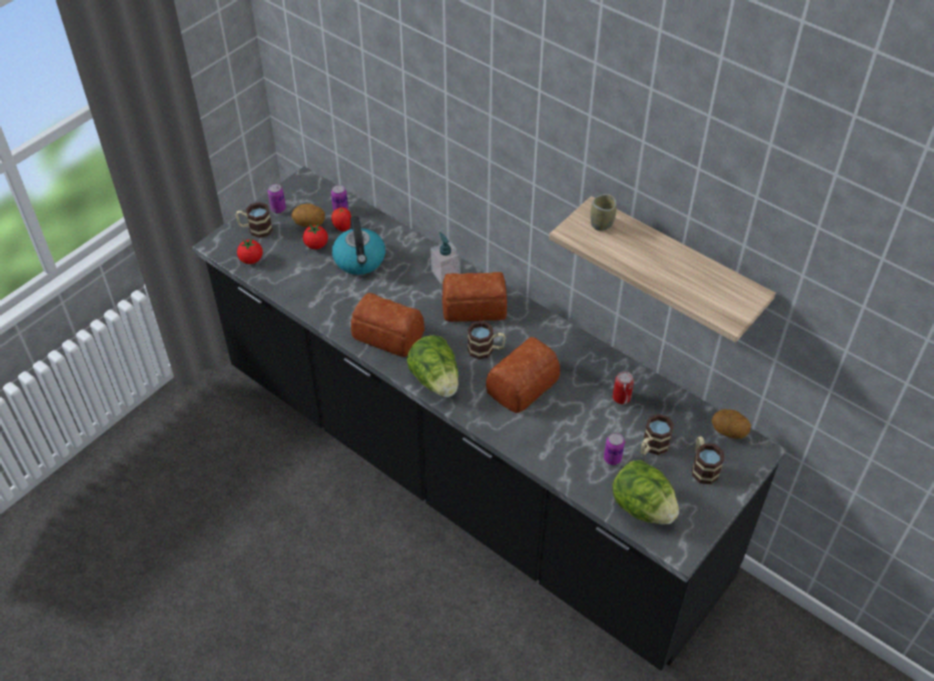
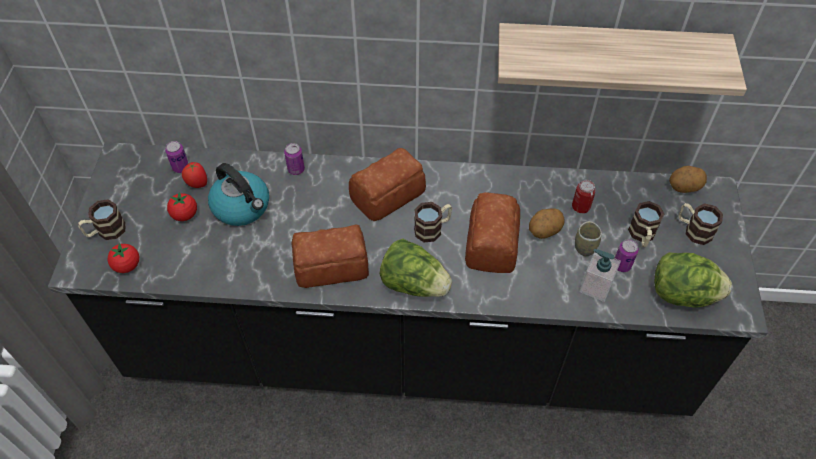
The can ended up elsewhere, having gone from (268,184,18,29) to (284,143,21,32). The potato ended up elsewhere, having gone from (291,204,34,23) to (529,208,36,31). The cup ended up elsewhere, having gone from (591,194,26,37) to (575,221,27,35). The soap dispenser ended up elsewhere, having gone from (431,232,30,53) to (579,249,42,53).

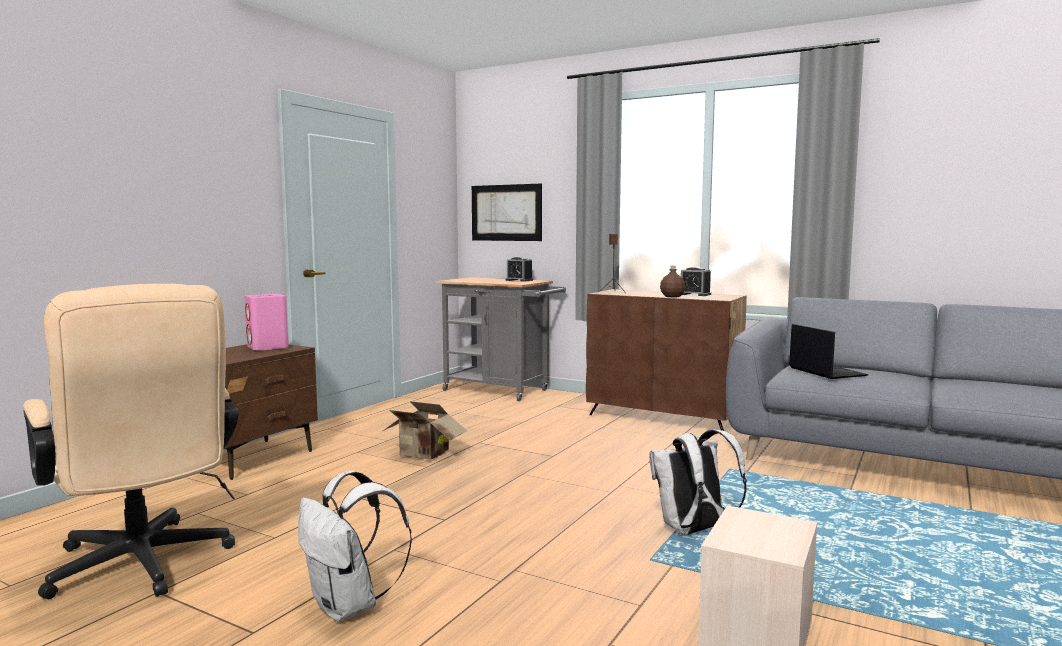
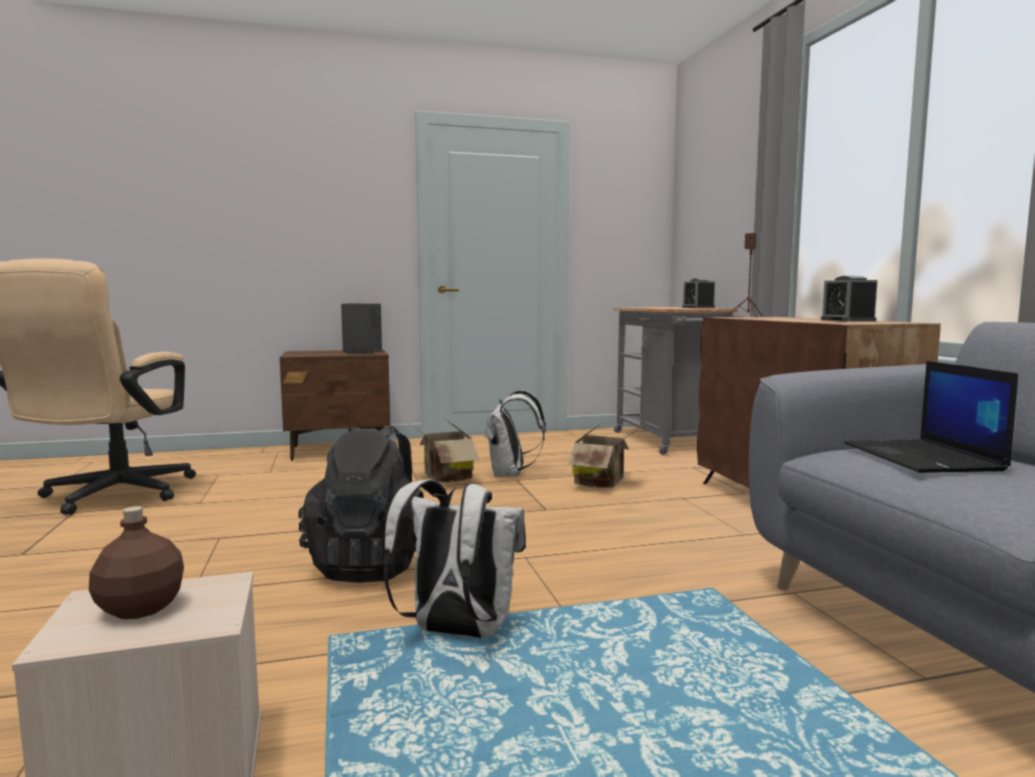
The bottle in brown ended up elsewhere, having gone from (660,266,25,31) to (89,506,95,113). The second view gained the backpack in black at (298,425,126,158). What was the speaker in pink at (245,294,44,57) turned into the speaker in grey at (341,303,41,50). The backpack in white ended up elsewhere, having gone from (298,470,114,151) to (484,390,62,87). The second view gained the cardboard box at (567,423,76,65). The laptop at (789,324,79,55) ended up facing another way, 150 degrees clockwise from before. The second view lost the picture at (472,184,70,57).

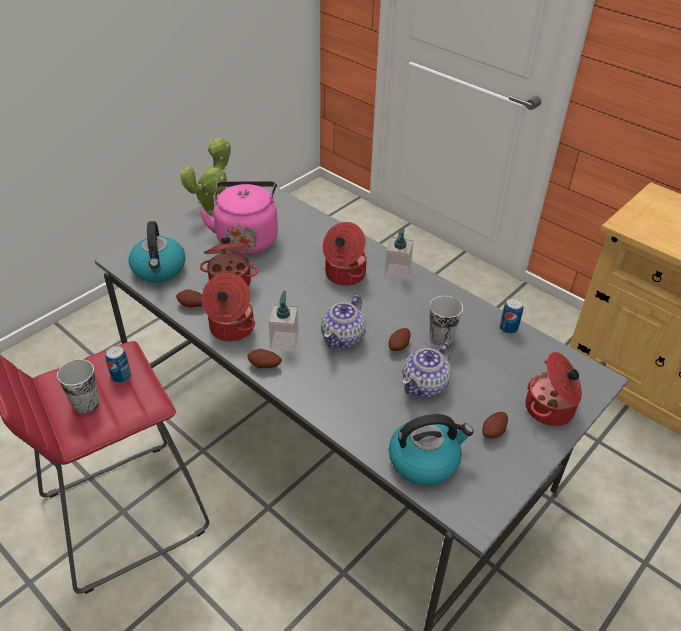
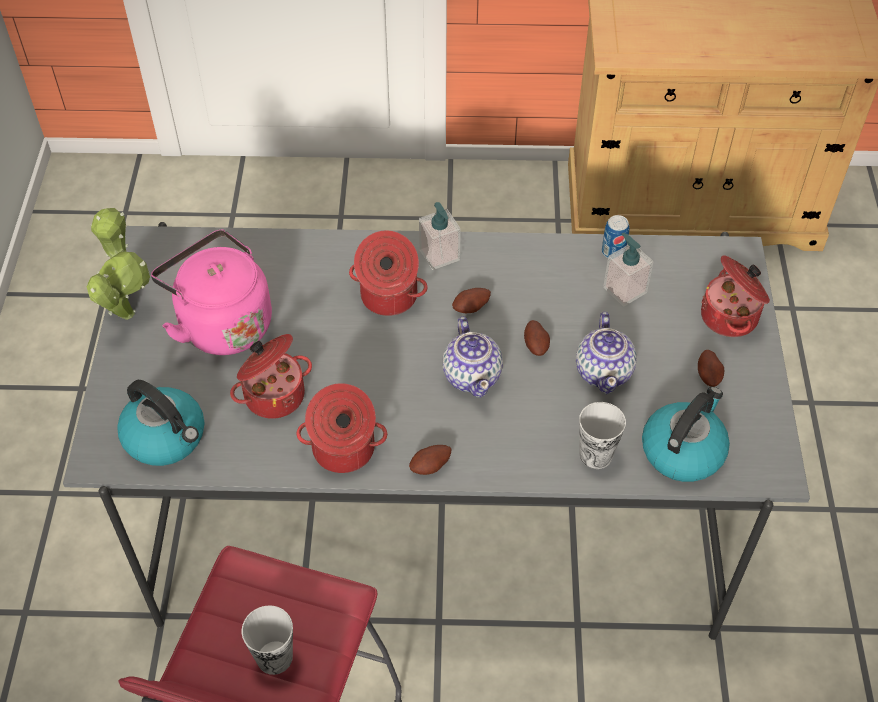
The potato ended up elsewhere, having gone from (176,289,27,18) to (452,288,39,25). The cup ended up elsewhere, having gone from (430,296,33,51) to (579,402,47,67). The soap dispenser ended up elsewhere, having gone from (268,291,31,60) to (603,232,51,75). The second view lost the can at (105,346,26,37).

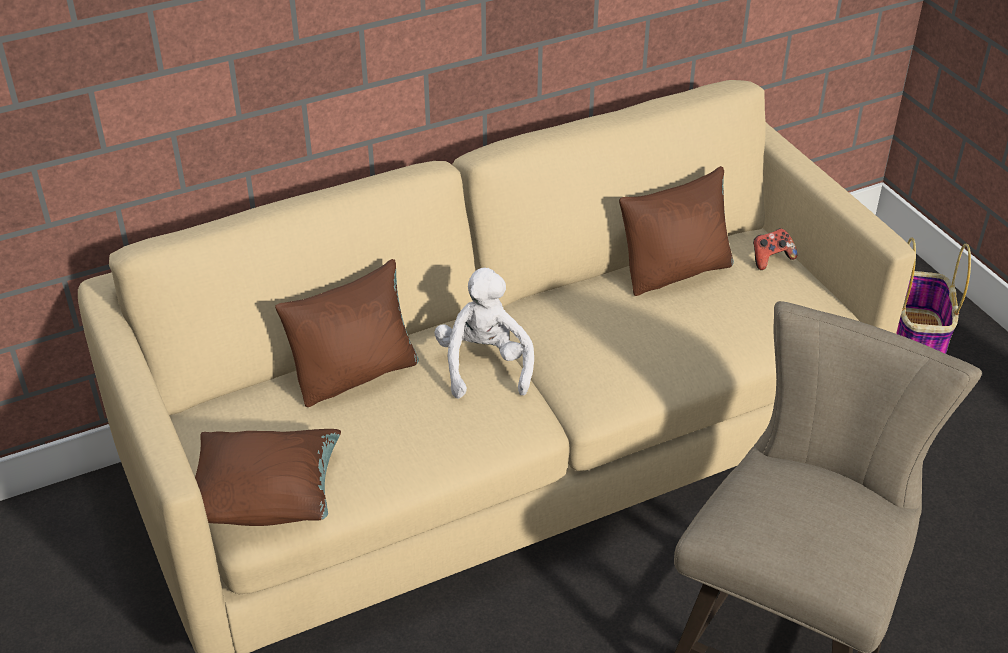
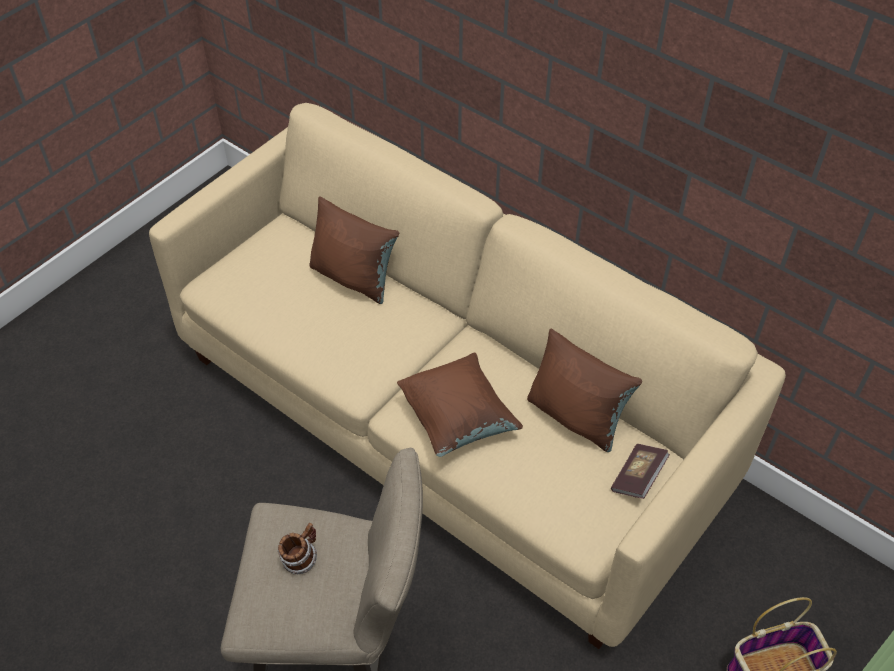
The second view gained the mug at (278,523,39,51). The pillow in brown ended up elsewhere, having gone from (195,429,146,97) to (397,353,126,104). Where the game controller stood at (753,228,45,42), the book came to stand at (611,444,59,55). The second view lost the plush toy in white at (434,268,100,131).

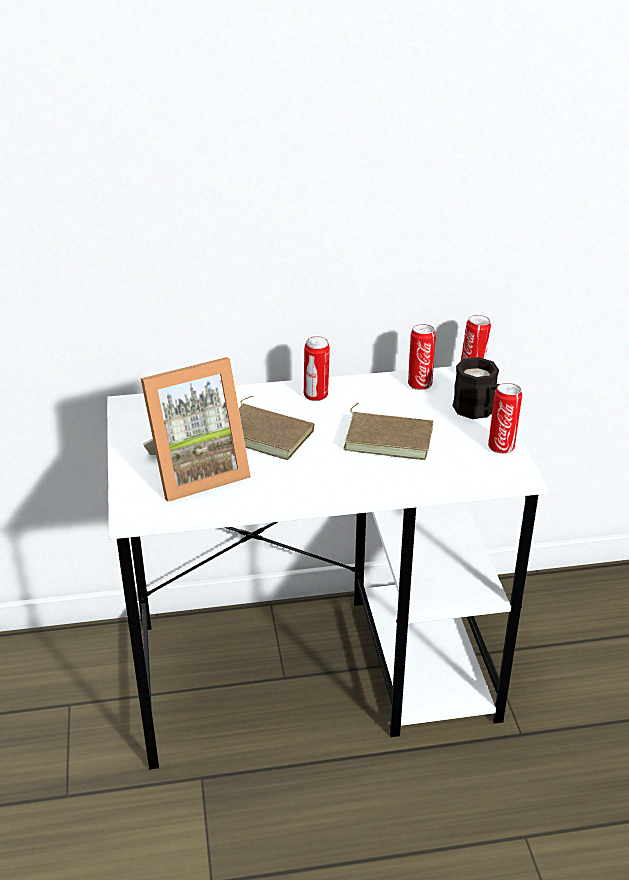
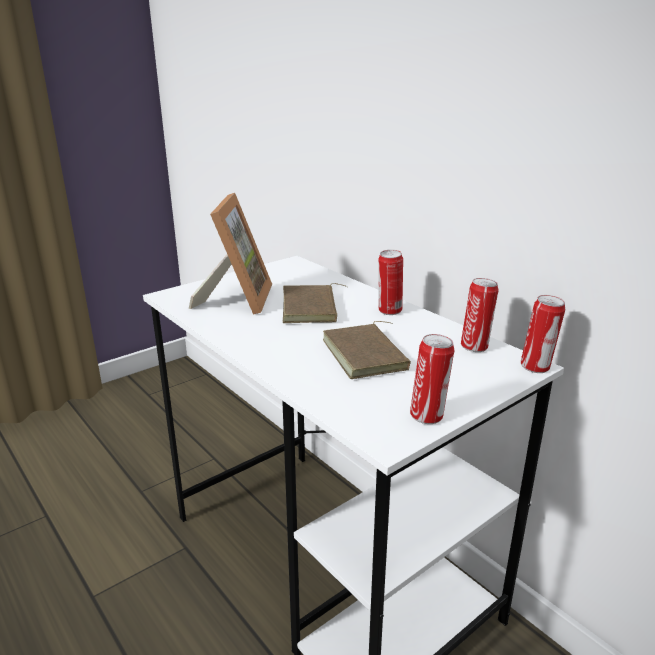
The picture frame at (141,357,110,145) ended up facing another way, 120 degrees counterclockwise from before. The second view lost the mug in black at (452,357,47,62).

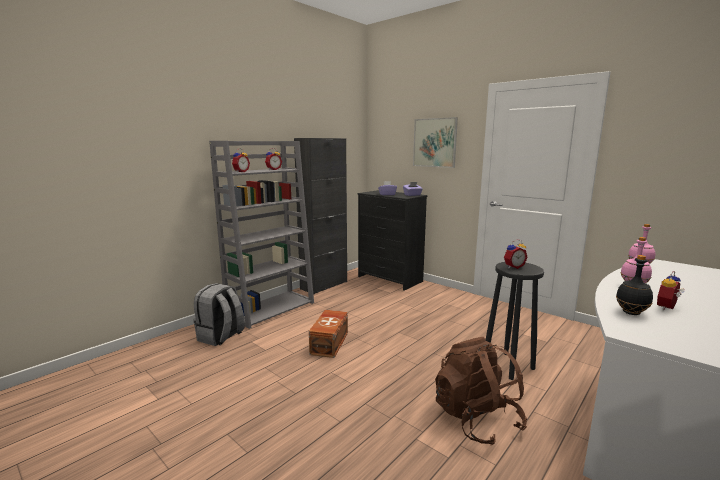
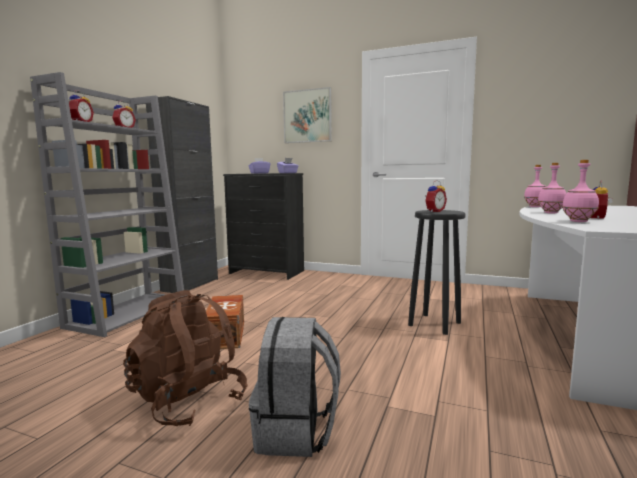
The backpack in brown ended up elsewhere, having gone from (435,337,92,109) to (123,290,124,136). The backpack in grey ended up elsewhere, having gone from (193,283,52,63) to (249,317,92,140). What was the bottle in black at (616,255,37,60) turned into the bottle in pink at (562,160,37,62).

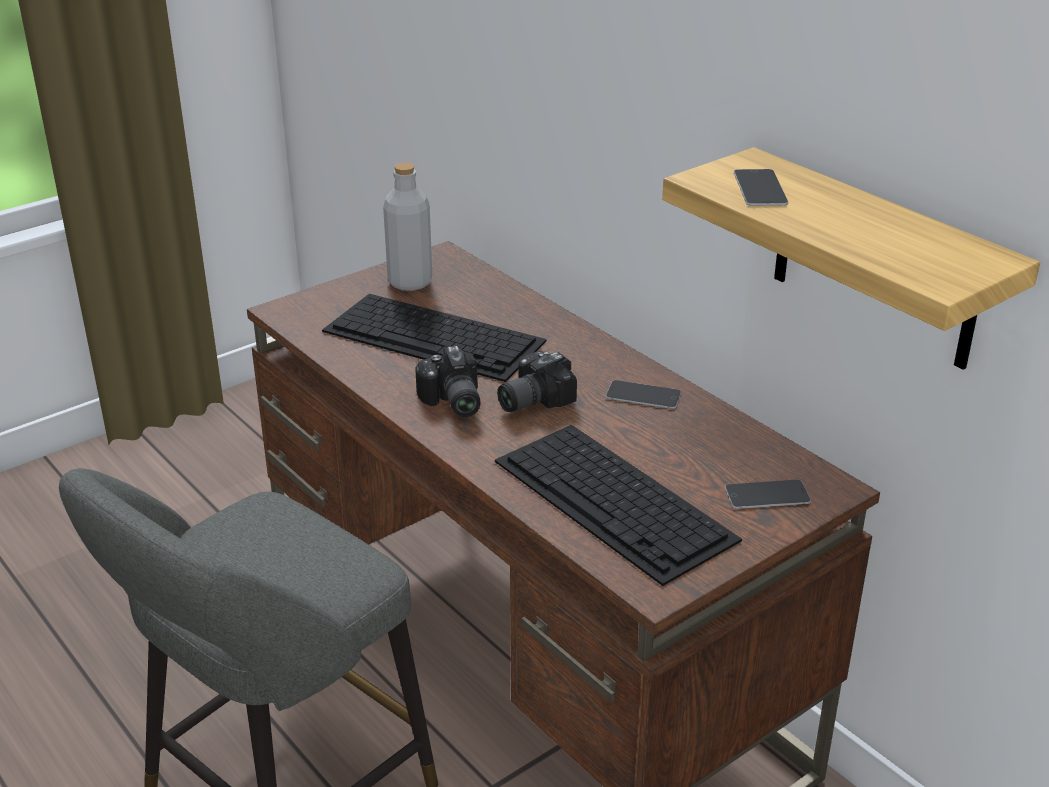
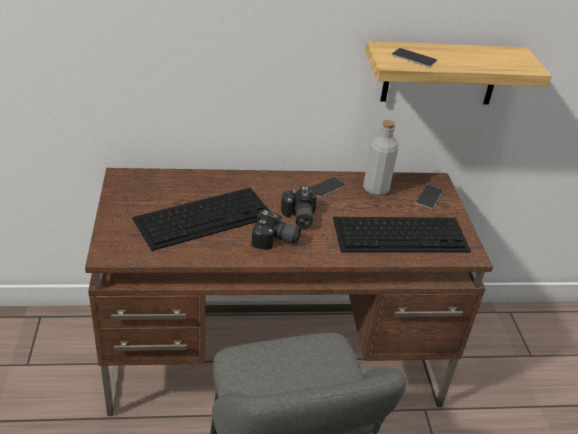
The bottle in grey ended up elsewhere, having gone from (383,162,49,129) to (363,120,35,76).

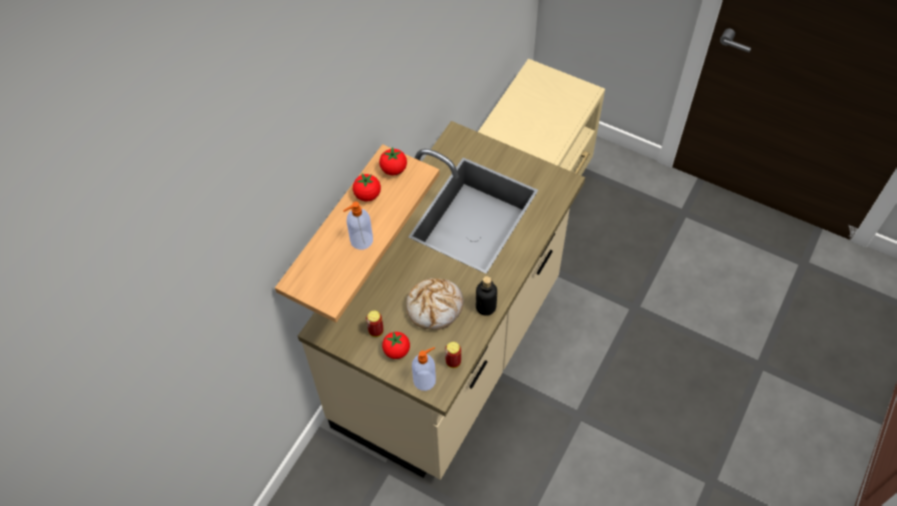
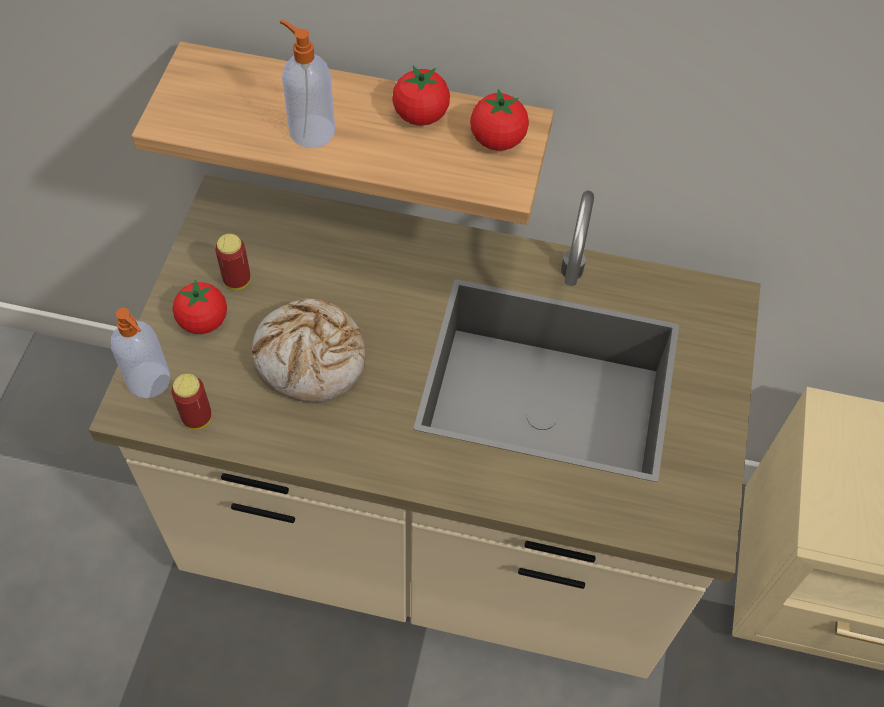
The second view lost the bottle at (476,276,21,40).

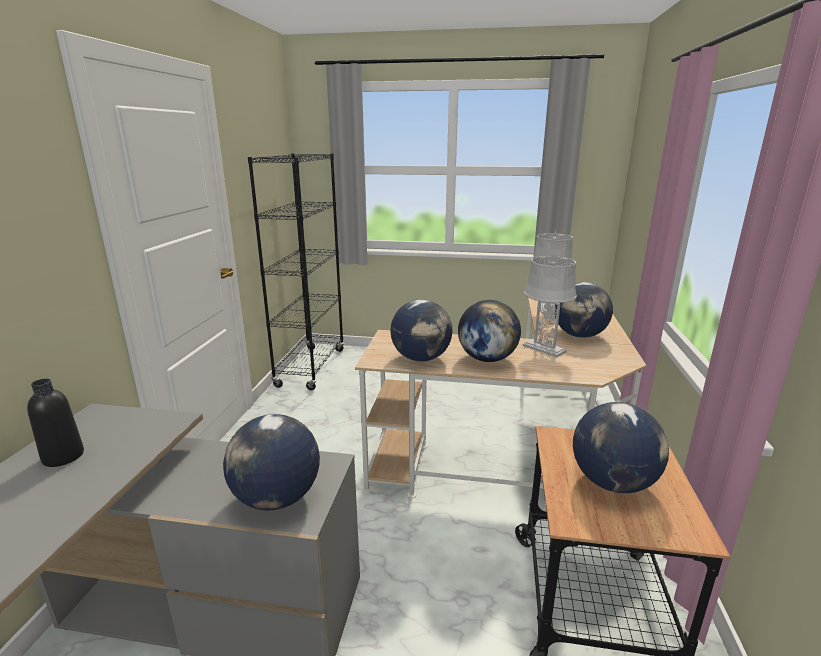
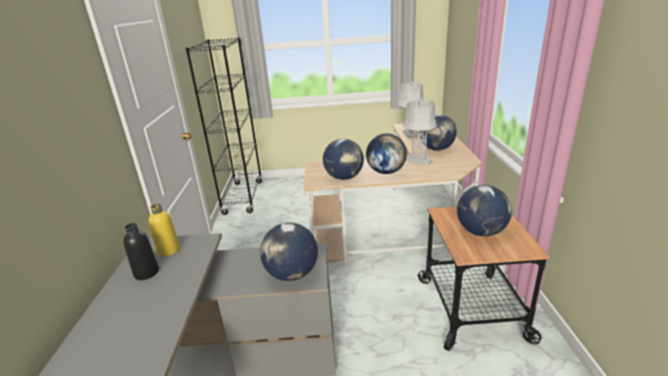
The second view gained the bottle in yellow at (149,204,31,53).

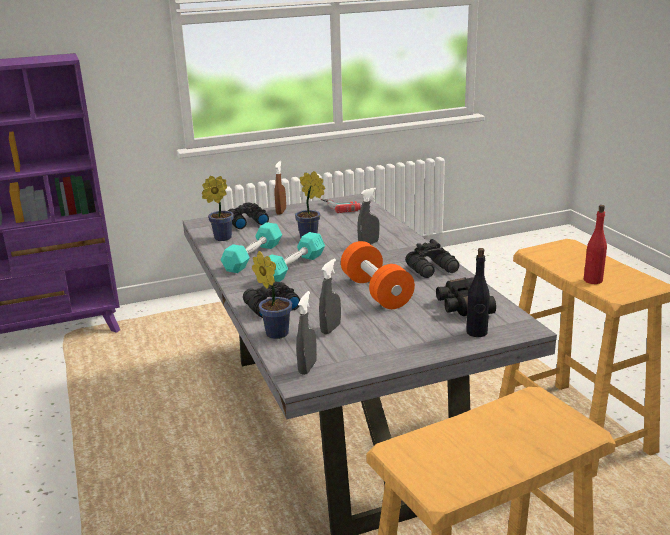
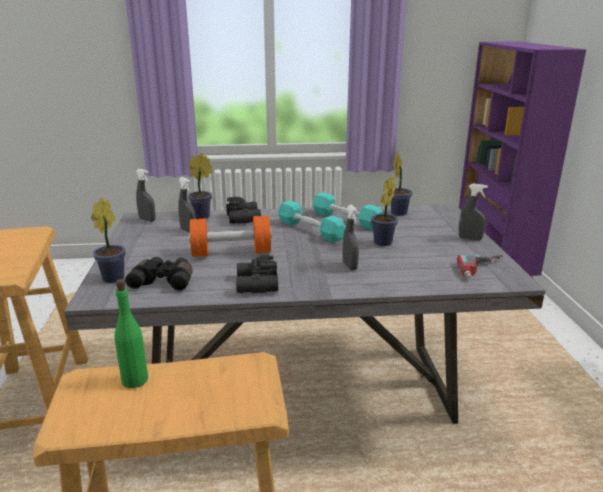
Where the bottle in black stood at (466,248,24,89), the potted plant came to stand at (91,197,35,86). What was the bottle in red at (584,205,23,79) turned into the bottle in green at (114,279,34,109). What was the spray bottle in brown at (275,161,11,54) turned into the spray bottle in grey at (459,183,29,58). The second view lost the binoculars in black at (228,202,41,27).

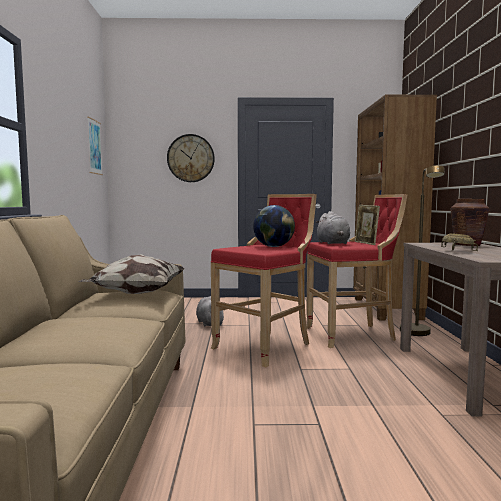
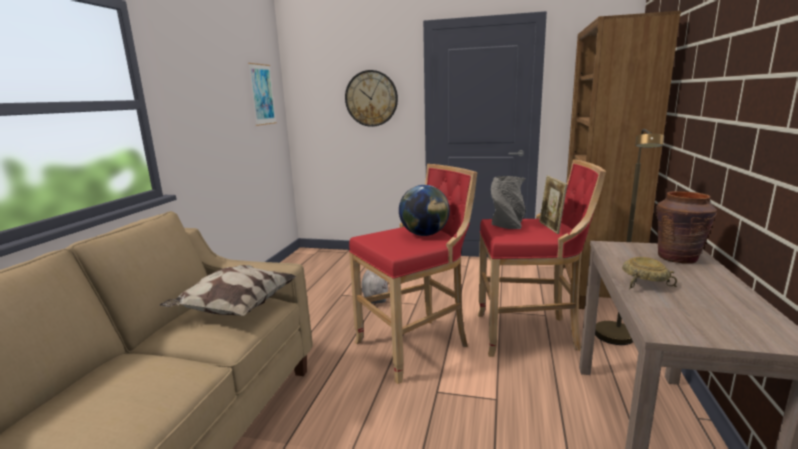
Where the plush toy in grey stood at (315,211,35,33), the vase in grey came to stand at (491,176,35,53).

